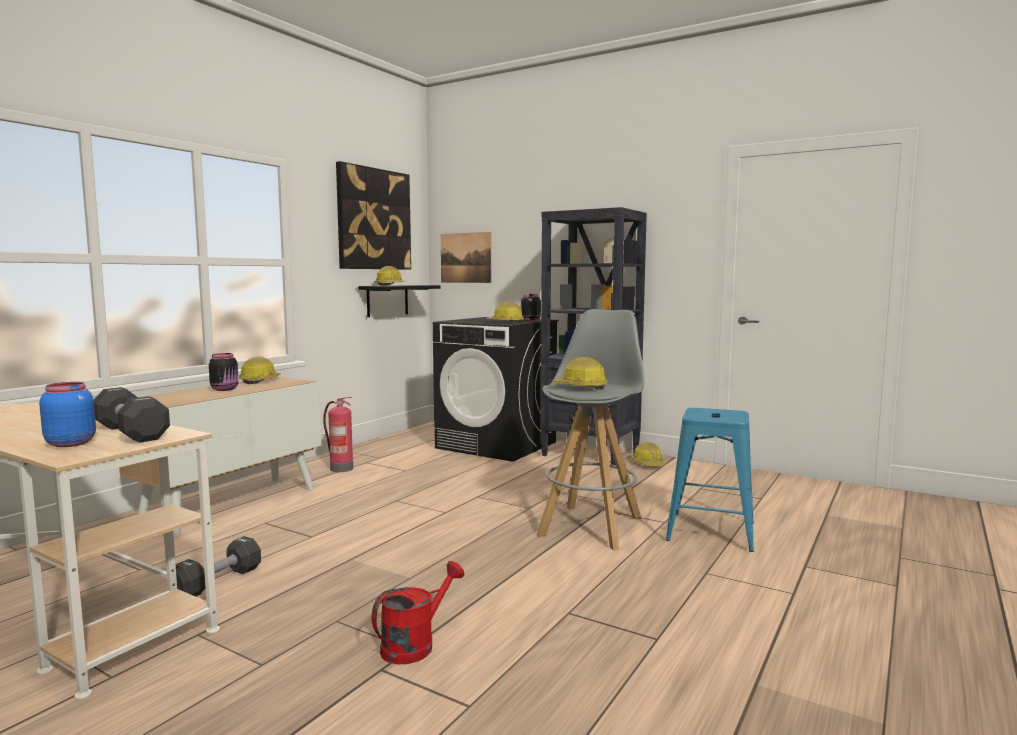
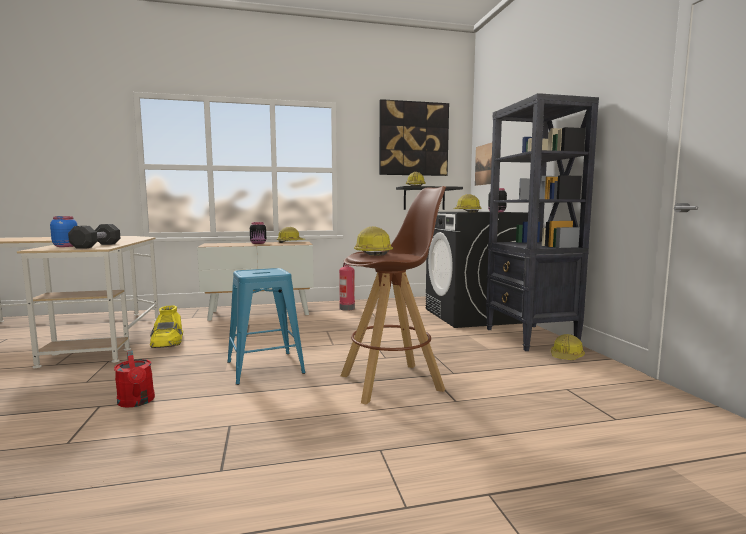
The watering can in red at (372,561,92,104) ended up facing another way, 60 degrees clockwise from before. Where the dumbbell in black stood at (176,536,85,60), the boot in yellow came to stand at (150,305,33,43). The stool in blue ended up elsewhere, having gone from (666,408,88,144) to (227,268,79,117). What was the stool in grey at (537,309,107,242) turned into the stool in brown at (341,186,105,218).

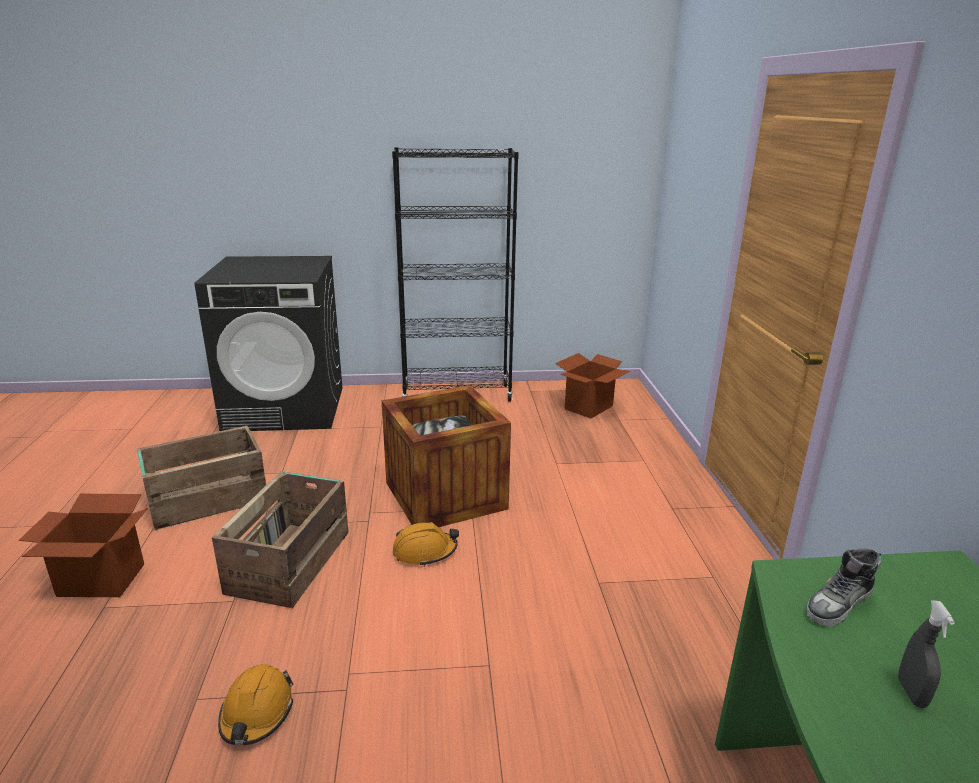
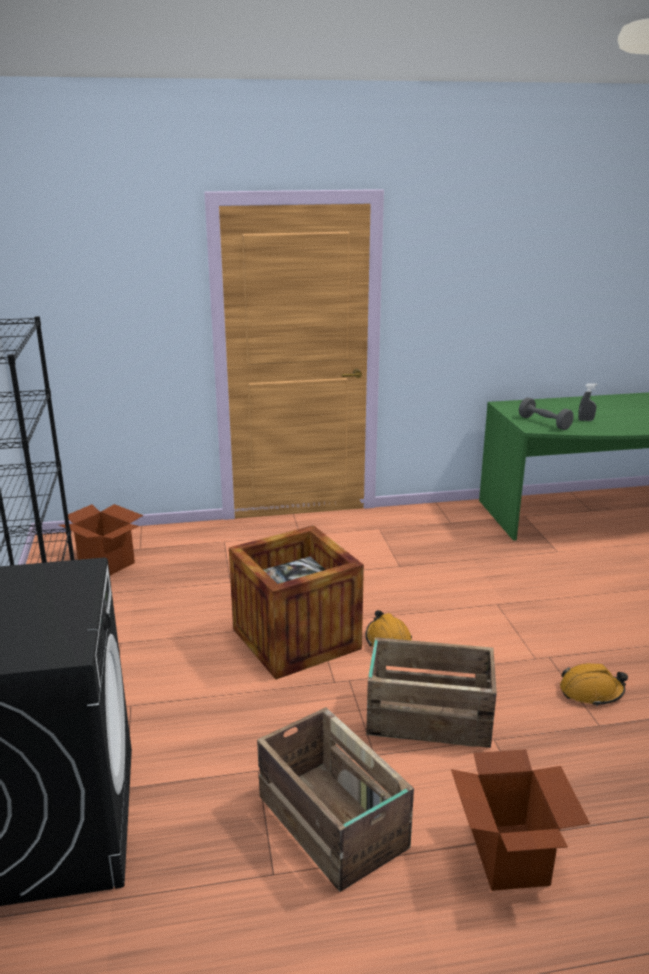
Where the shoe stood at (807,548,75,79), the dumbbell in grey came to stand at (519,398,55,32).

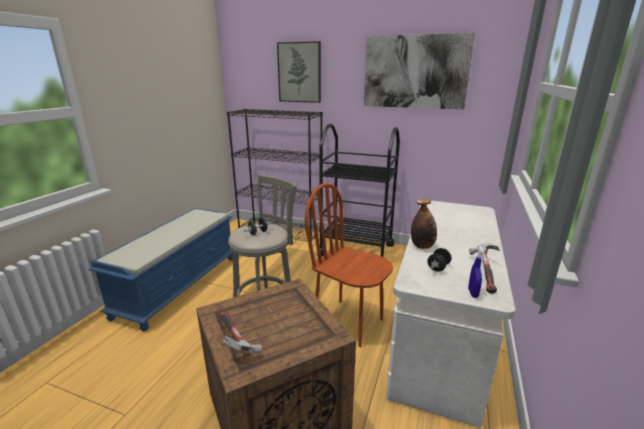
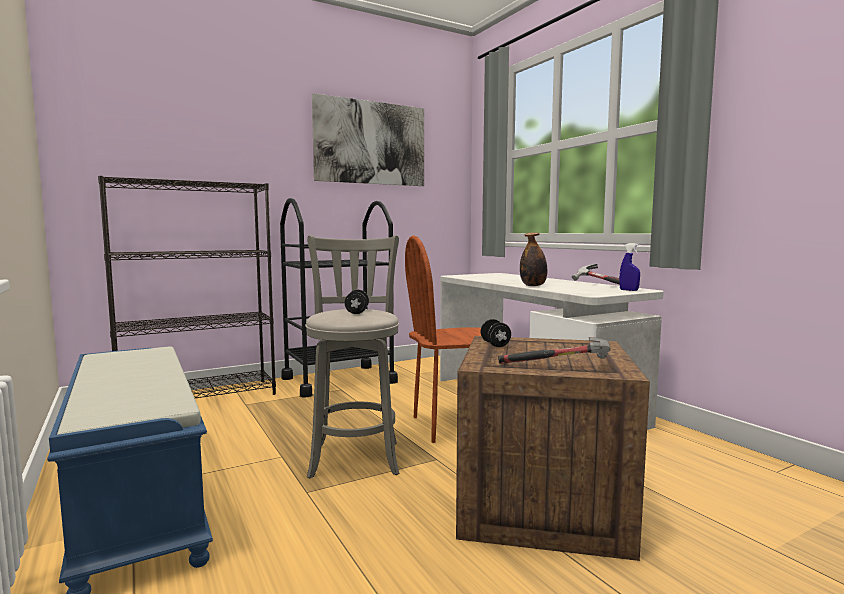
The dumbbell in black ended up elsewhere, having gone from (427,248,25,24) to (480,319,31,28). The second view lost the picture at (277,41,44,62).

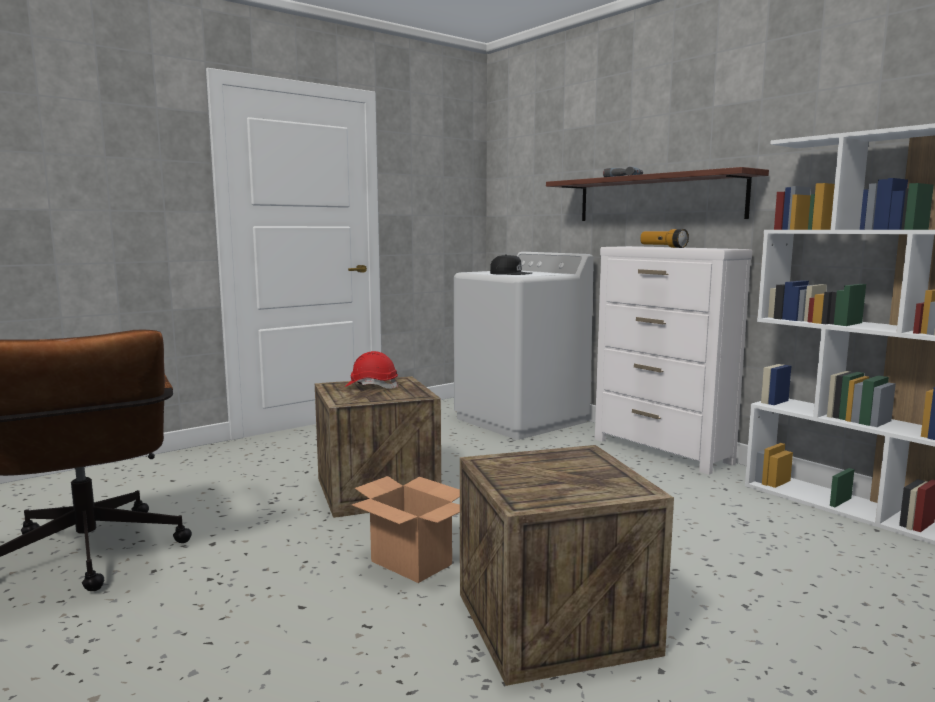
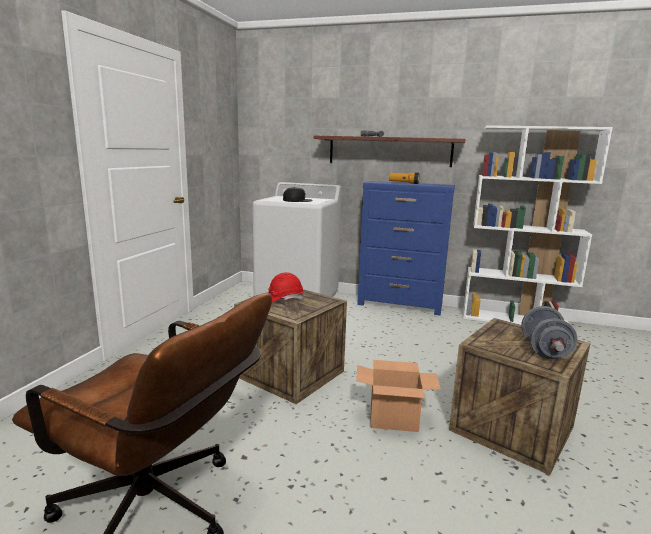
What was the dresser in white at (595,246,157,229) turned into the dresser in blue at (357,181,98,135). The second view gained the dumbbell in grey at (521,306,56,54).

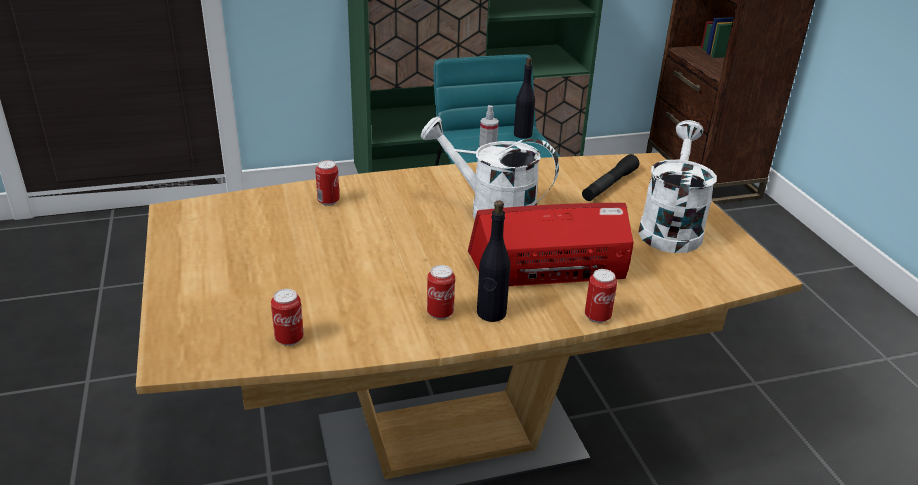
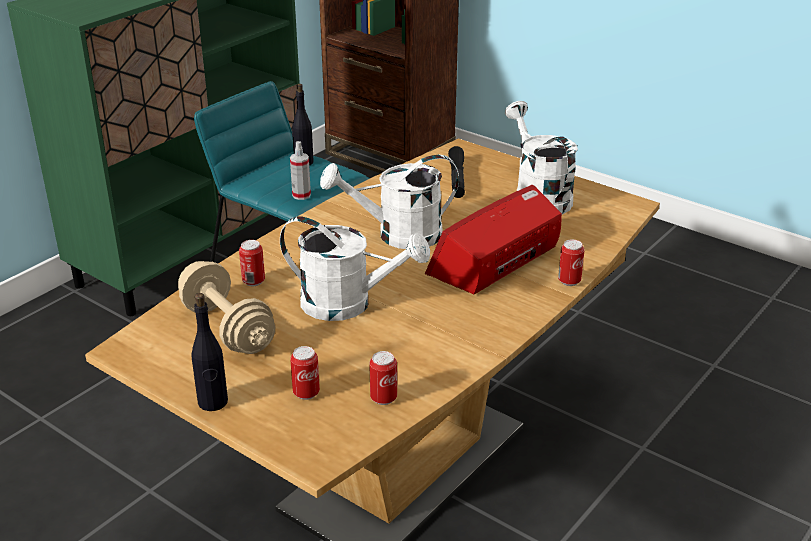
The second view gained the dumbbell in beige at (178,261,97,93). The bottle in black ended up elsewhere, having gone from (477,201,33,121) to (192,293,36,118). The second view gained the watering can in white at (280,216,150,105). The can ended up elsewhere, having gone from (427,265,28,54) to (290,346,30,54).

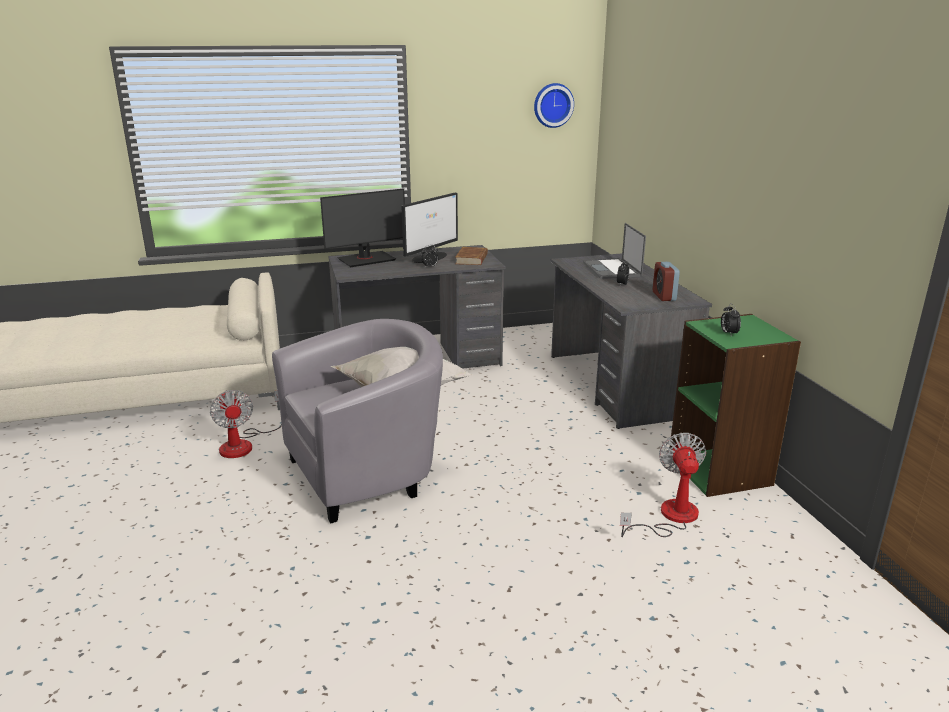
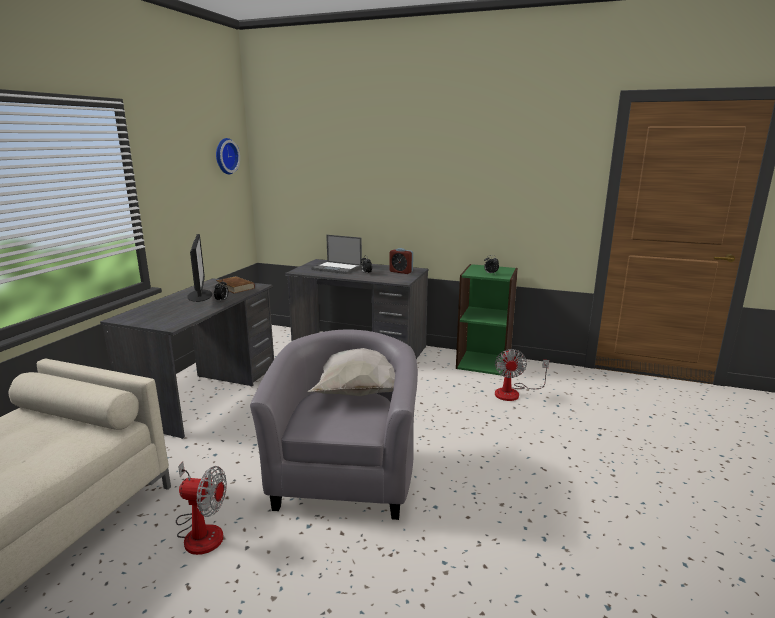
The fan at (620,433,86,104) ended up facing another way, 120 degrees counterclockwise from before. The second view lost the monitor at (320,188,85,79).

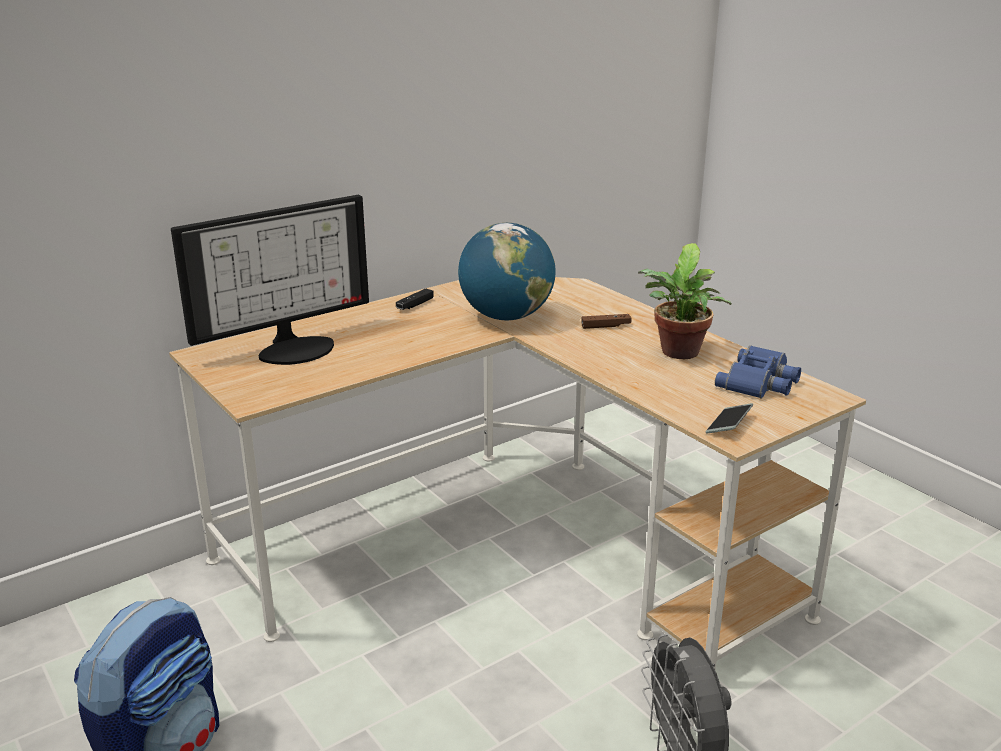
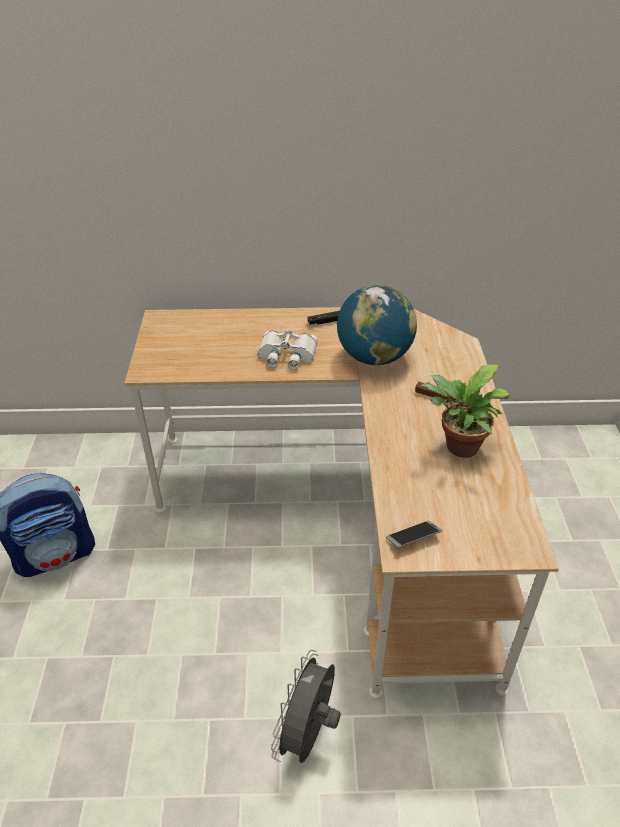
The second view gained the binoculars in white at (257,330,61,39). The second view lost the monitor at (171,195,198,170). The second view lost the binoculars in blue at (715,345,86,54).

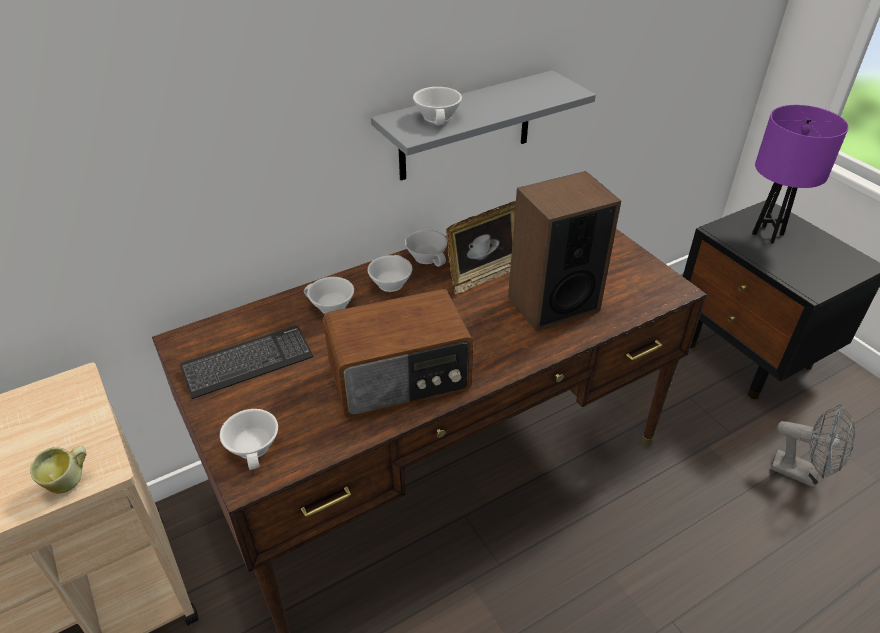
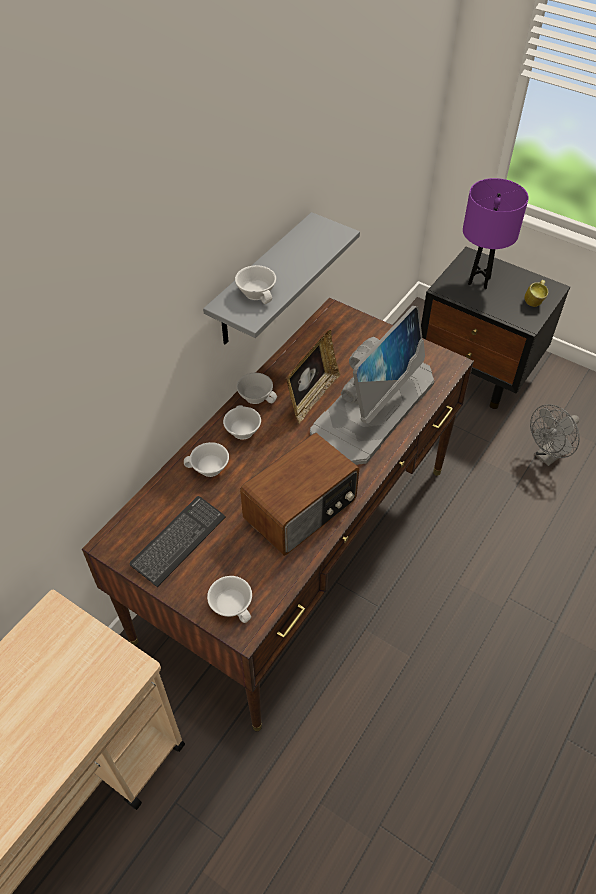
Where the speaker stood at (508,171,113,160), the monitor came to stand at (310,306,124,159). The mug ended up elsewhere, having gone from (30,446,57,47) to (524,280,24,27). The fan in grey at (771,404,84,84) ended up facing another way, 135 degrees clockwise from before.

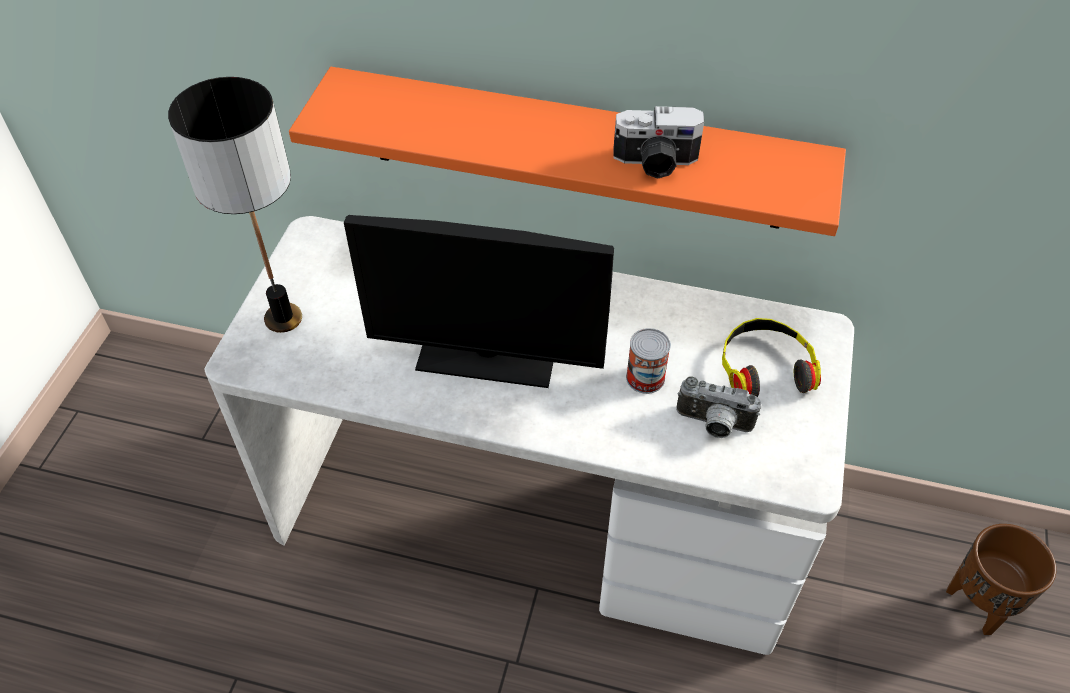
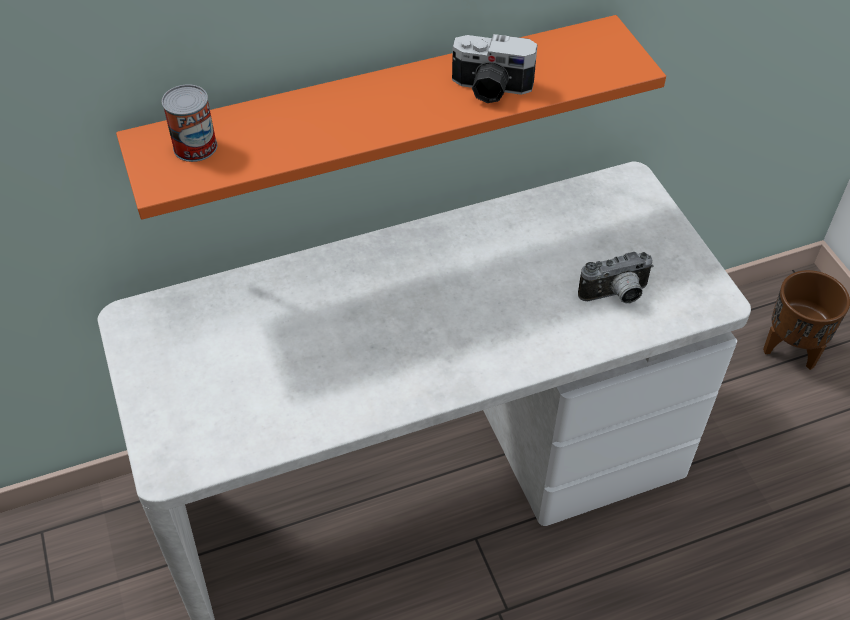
The can ended up elsewhere, having gone from (626,328,45,66) to (162,84,55,78). The photo camera at (613,106,91,73) ended up facing another way, 45 degrees clockwise from before. The second view lost the table lamp at (168,77,134,256). The second view lost the monitor at (344,215,270,173). The second view lost the headphones at (722,318,99,79).

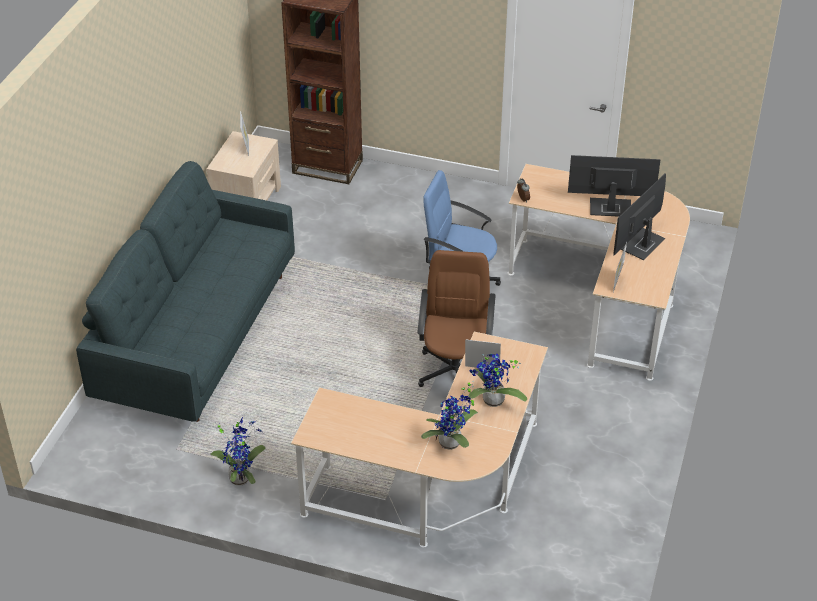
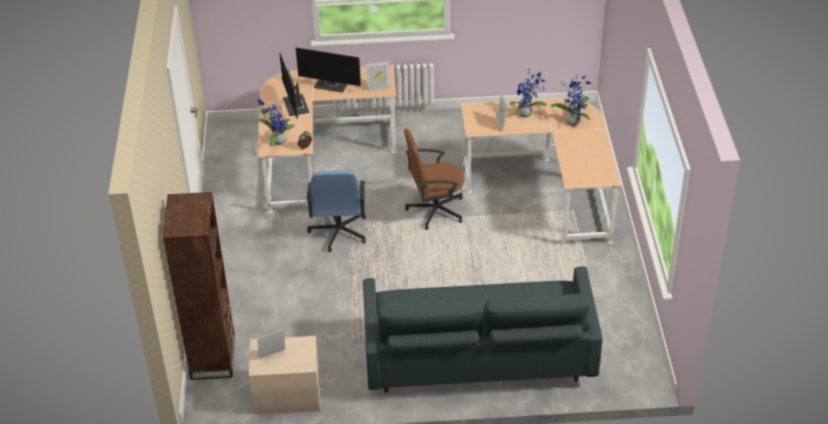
The potted plant ended up elsewhere, having gone from (211,417,55,68) to (257,99,38,48).

